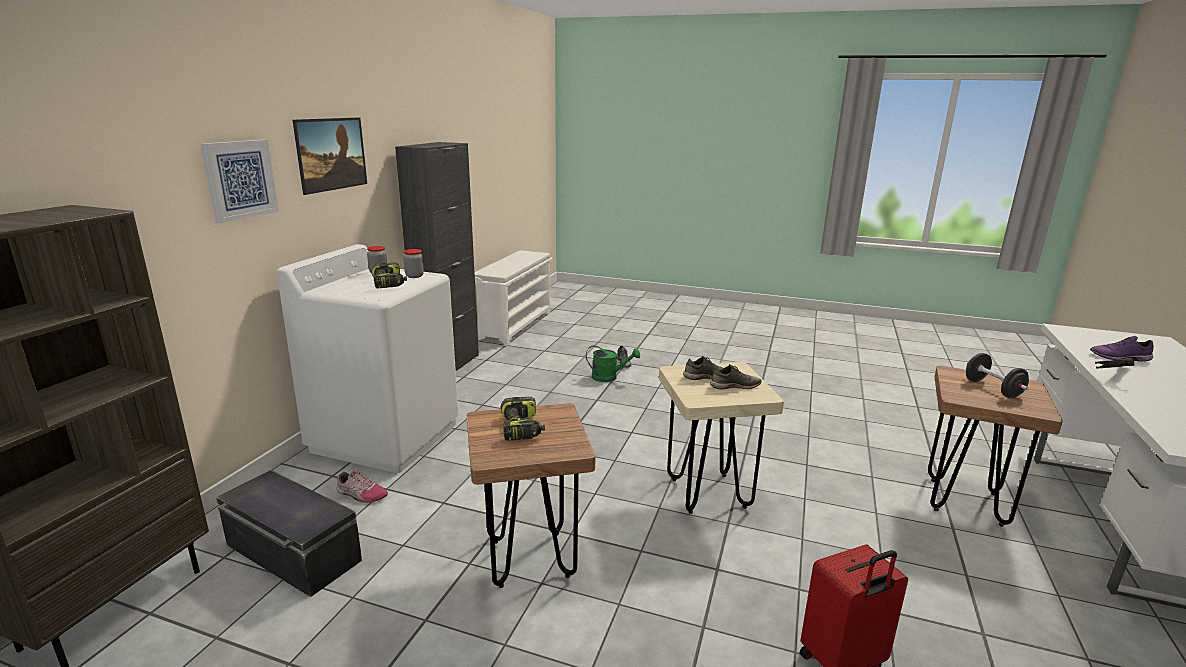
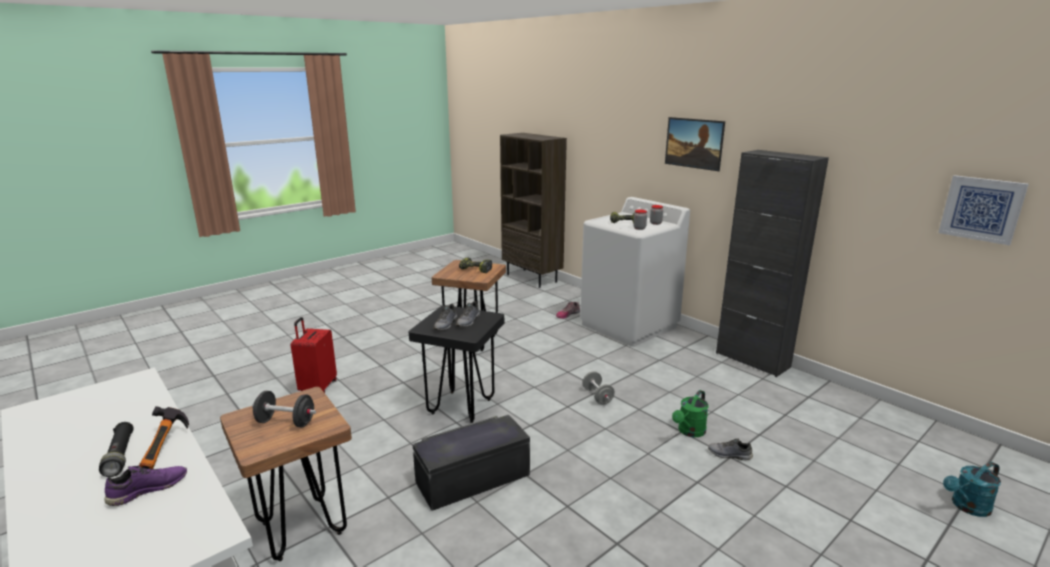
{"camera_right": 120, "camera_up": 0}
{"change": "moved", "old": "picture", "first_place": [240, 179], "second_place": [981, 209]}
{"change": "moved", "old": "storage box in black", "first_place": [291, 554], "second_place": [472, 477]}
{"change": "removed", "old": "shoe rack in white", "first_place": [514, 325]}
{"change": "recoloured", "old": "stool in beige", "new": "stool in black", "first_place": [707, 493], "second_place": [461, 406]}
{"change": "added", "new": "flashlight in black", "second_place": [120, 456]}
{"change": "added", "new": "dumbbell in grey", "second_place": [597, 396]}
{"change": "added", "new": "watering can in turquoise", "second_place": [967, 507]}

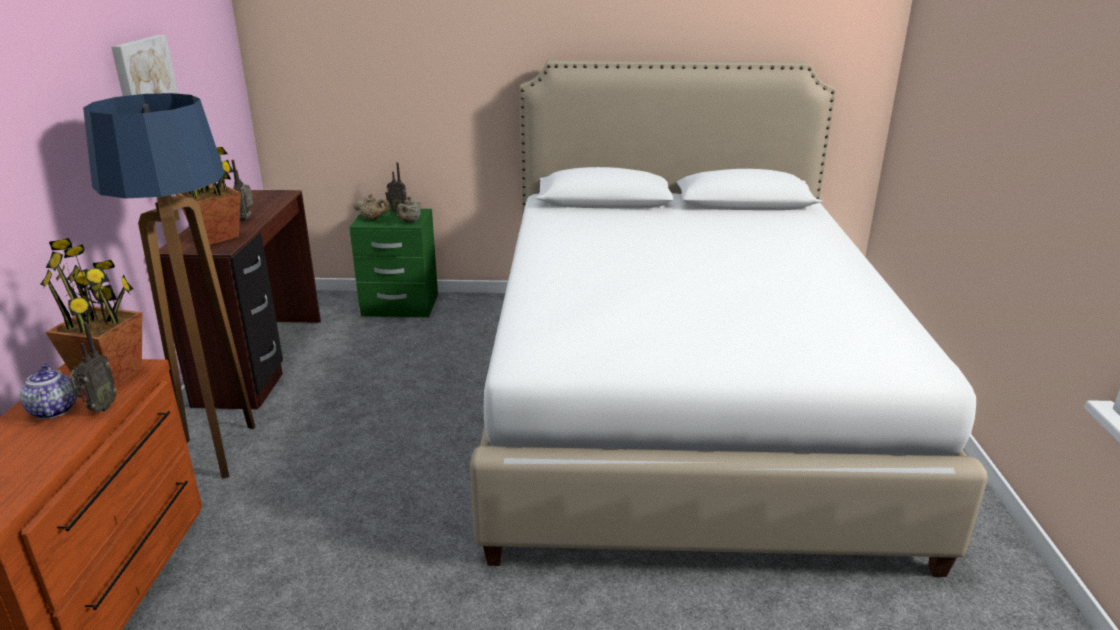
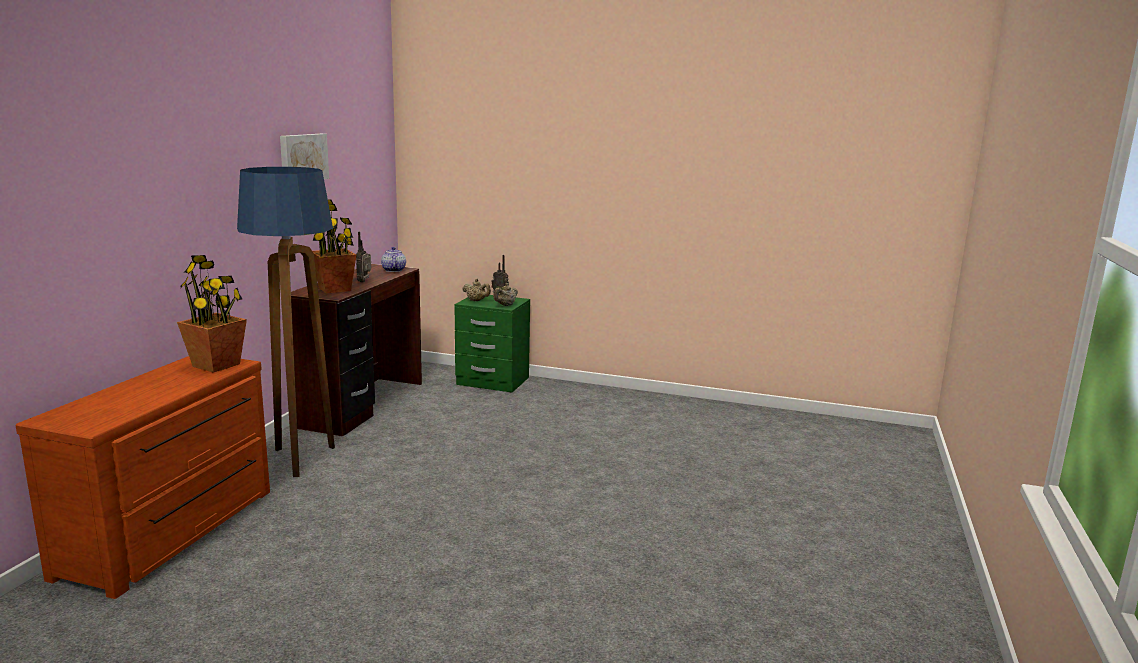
{"camera_right": 15, "camera_up": -10}
{"change": "moved", "old": "teapot", "first_place": [53, 410], "second_place": [393, 270]}
{"change": "removed", "old": "radio", "first_place": [99, 409]}
{"change": "removed", "old": "bed in white", "first_place": [680, 400]}

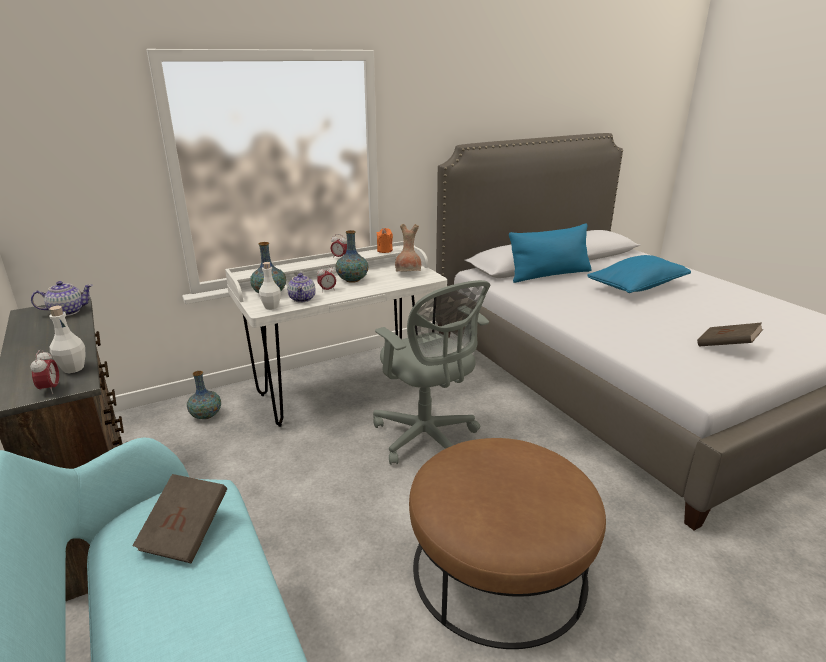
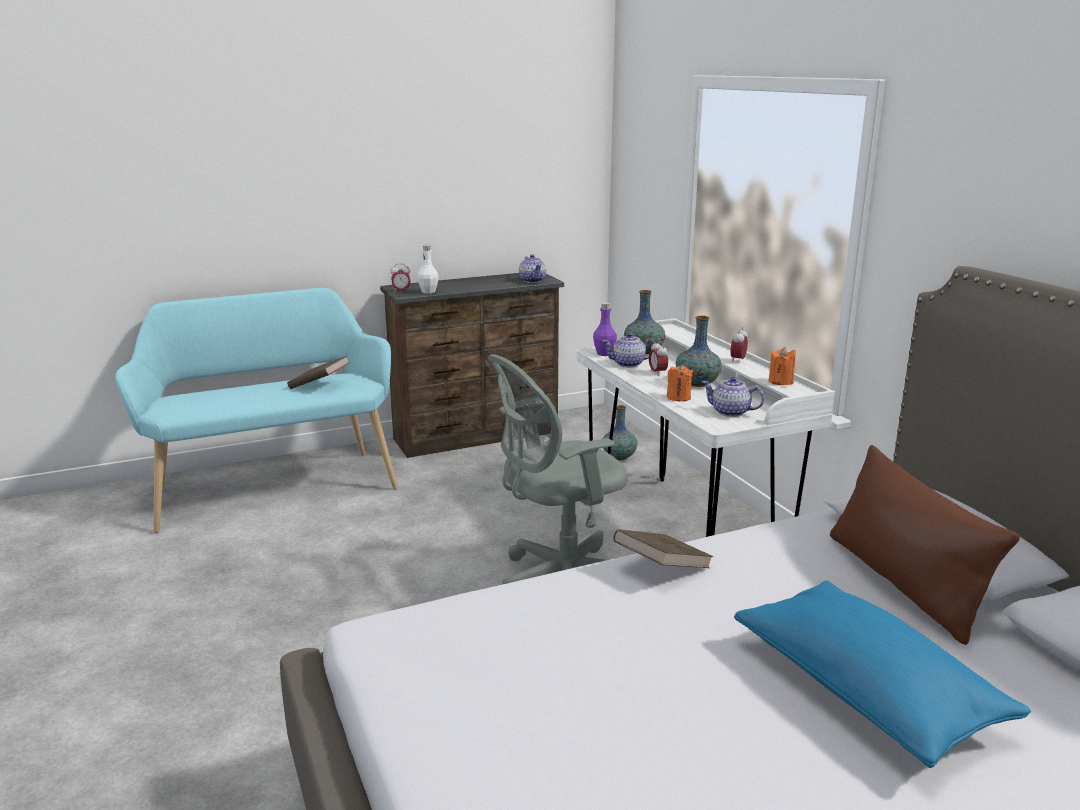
{"camera_right": 95, "camera_up": -5}
{"change": "recoloured", "old": "bottle in white", "new": "bottle in purple", "first_place": [271, 307], "second_place": [604, 354]}
{"change": "replaced", "old": "vase in brown", "new": "teapot", "first_place": [408, 273], "second_place": [731, 412]}
{"change": "removed", "old": "ottoman in brown", "first_place": [498, 569]}
{"change": "recoloured", "old": "pillow in blue", "new": "pillow in brown", "first_place": [549, 275], "second_place": [903, 583]}
{"change": "moved", "old": "book in brown", "first_place": [726, 346], "second_place": [661, 568]}
{"change": "added", "new": "candle in orange", "second_place": [678, 397]}

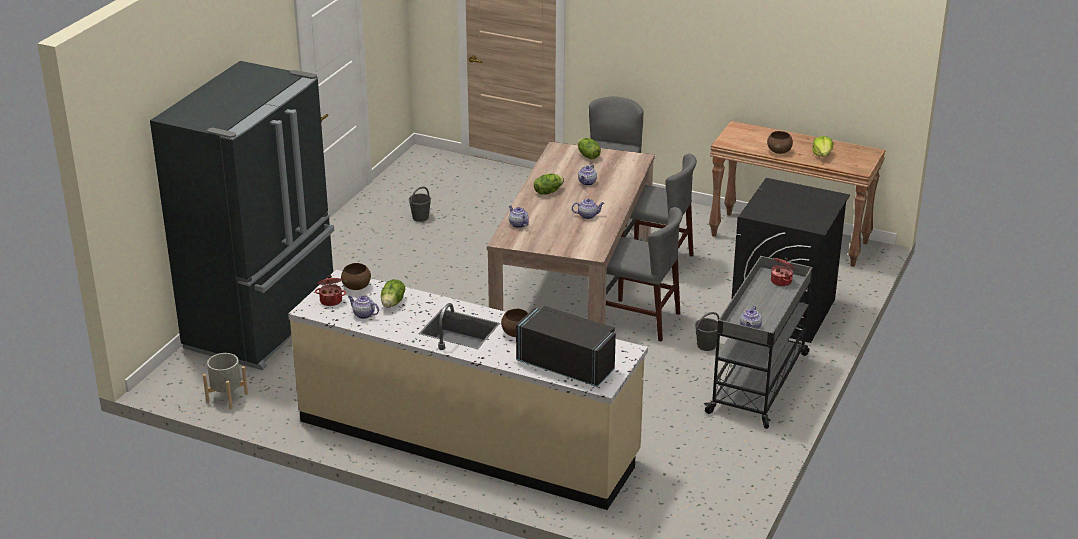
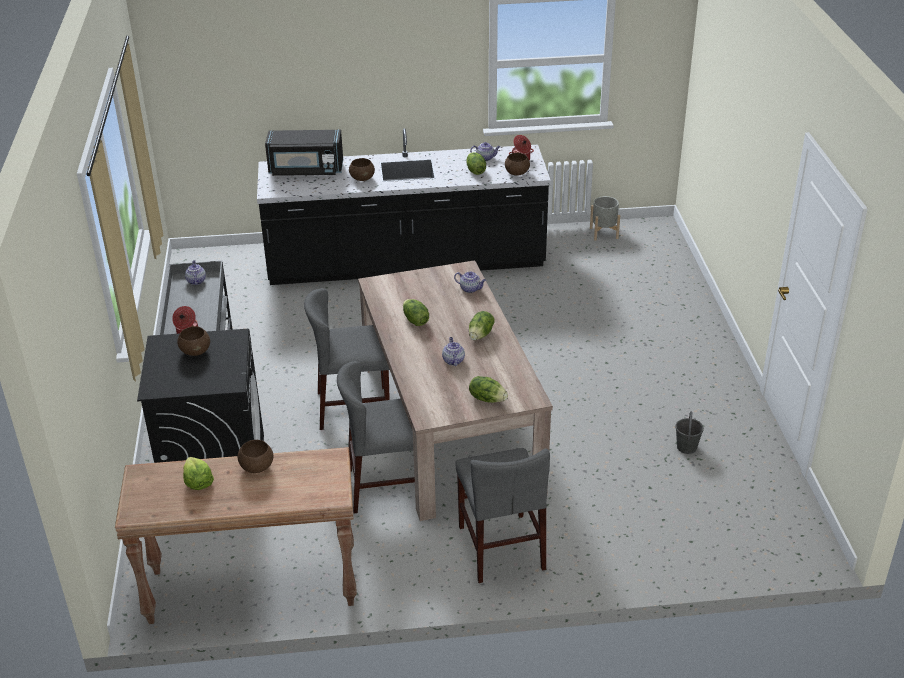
{"camera_right": 150, "camera_up": 5}
{"change": "removed", "old": "fridge in black", "first_place": [264, 324]}
{"change": "recoloured", "old": "counter in beige", "new": "counter in black", "first_place": [468, 439], "second_place": [406, 263]}
{"change": "replaced", "old": "teapot", "new": "lettuce", "first_place": [588, 215], "second_place": [415, 320]}
{"change": "removed", "old": "bucket in grey", "first_place": [706, 346]}
{"change": "added", "new": "bowl in brown", "second_place": [196, 351]}

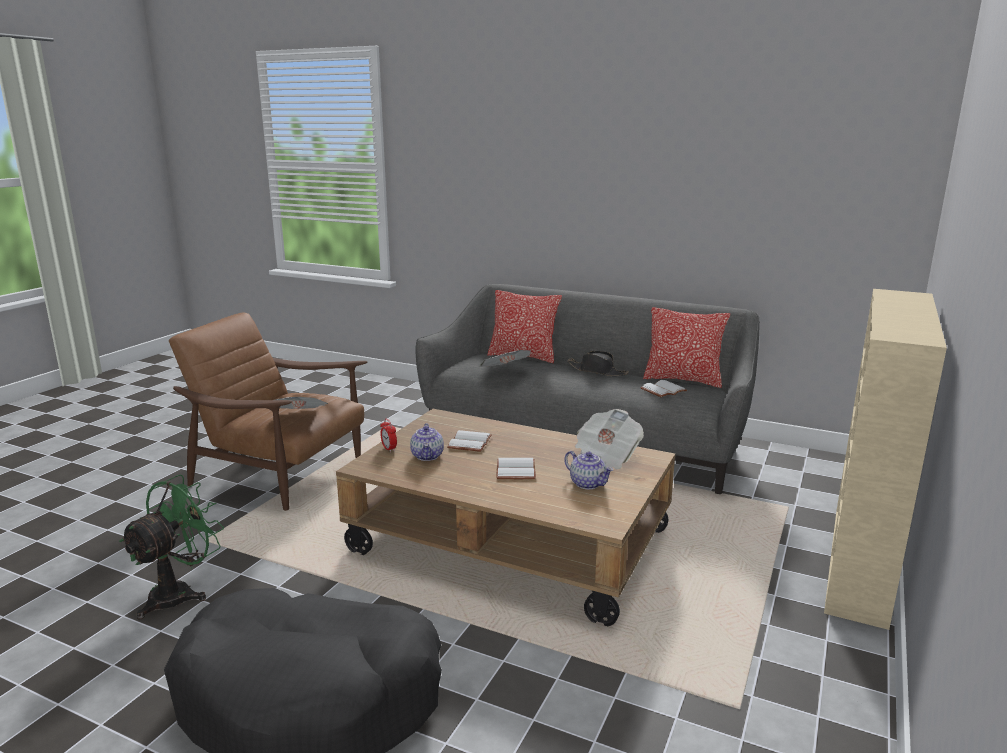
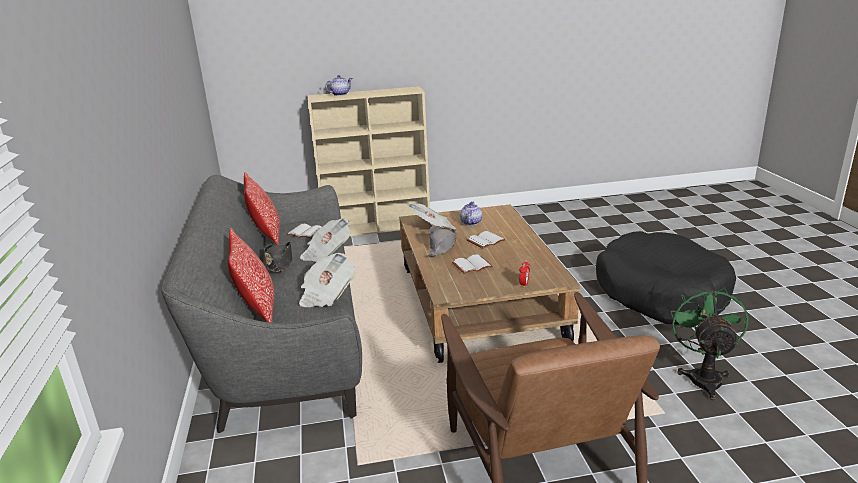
{"camera_right": -125, "camera_up": 5}
{"change": "turned", "old": "fan in green", "first_place": [180, 593], "second_place": [703, 376], "degrees": 105}
{"change": "moved", "old": "newspaper", "first_place": [299, 419], "second_place": [326, 253]}
{"change": "moved", "old": "teapot", "first_place": [428, 456], "second_place": [340, 94]}
{"change": "added", "new": "hat in grey", "second_place": [442, 246]}

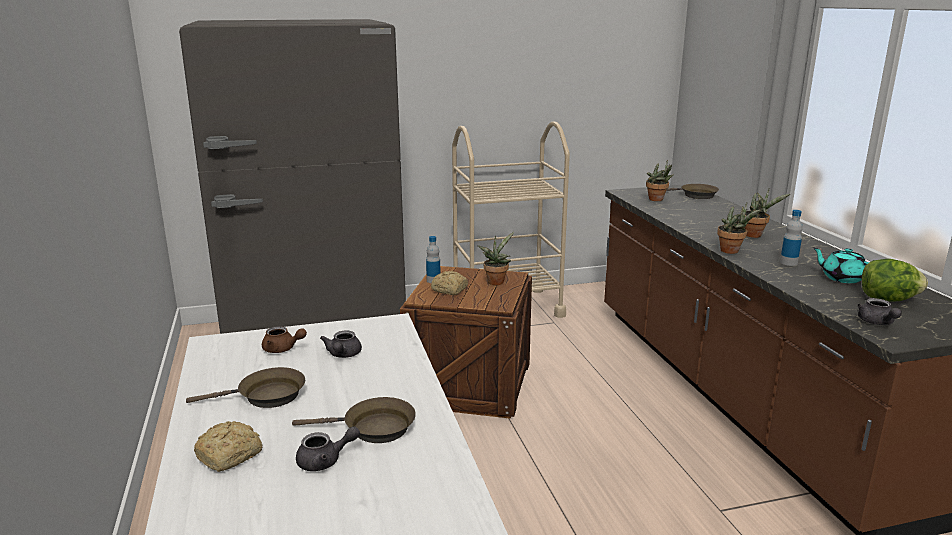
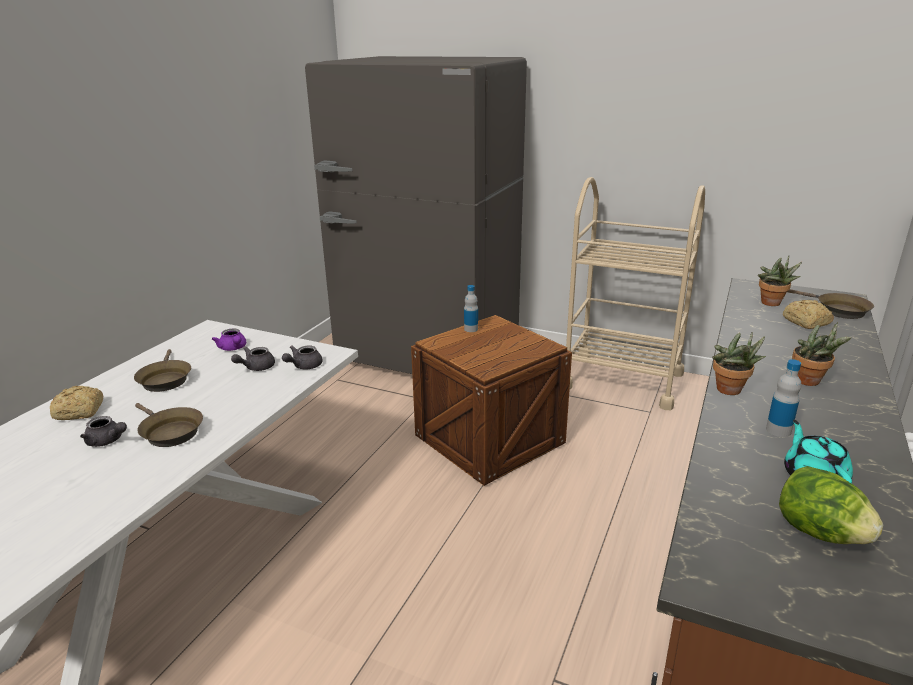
{"camera_right": 40, "camera_up": 5}
{"change": "turned", "old": "frying pan in brown", "first_place": [266, 396], "second_place": [165, 379], "degrees": 45}
{"change": "recoloured", "old": "teapot in brown", "new": "teapot in purple", "first_place": [282, 349], "second_place": [233, 348]}
{"change": "moved", "old": "bread", "first_place": [450, 290], "second_place": [806, 322]}
{"change": "removed", "old": "potted plant", "first_place": [496, 281]}
{"change": "moved", "old": "teapot in grey", "first_place": [877, 323], "second_place": [303, 366]}

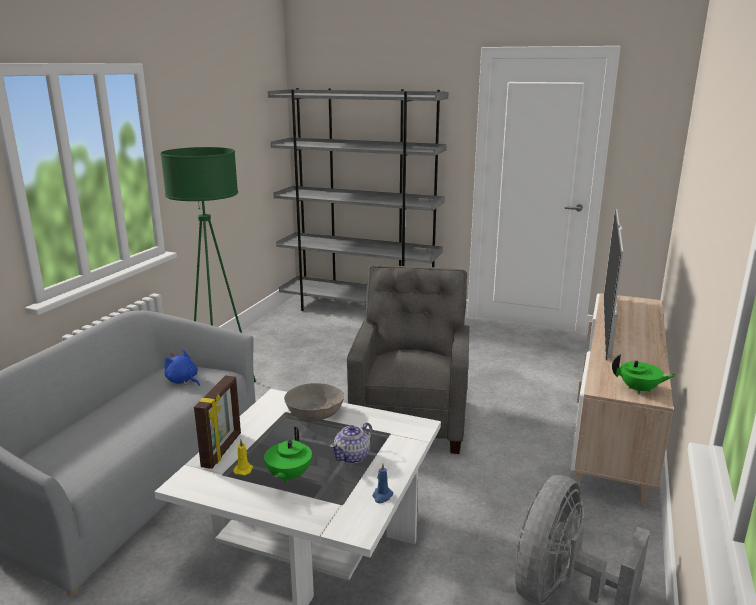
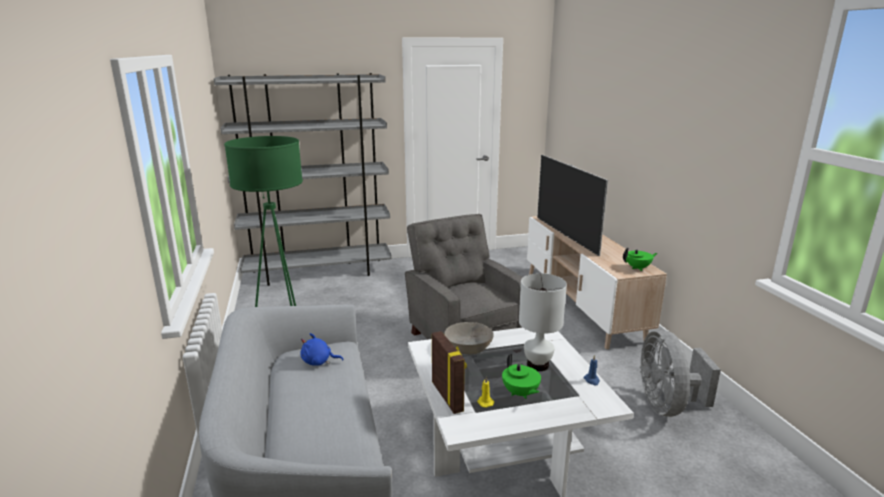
{"camera_right": -35, "camera_up": 0}
{"change": "replaced", "old": "teapot", "new": "table lamp in white", "first_place": [352, 456], "second_place": [538, 365]}

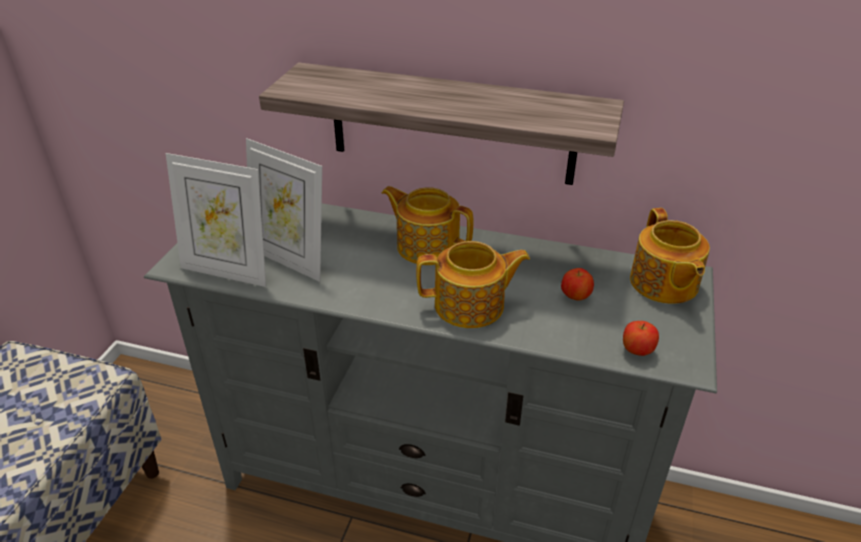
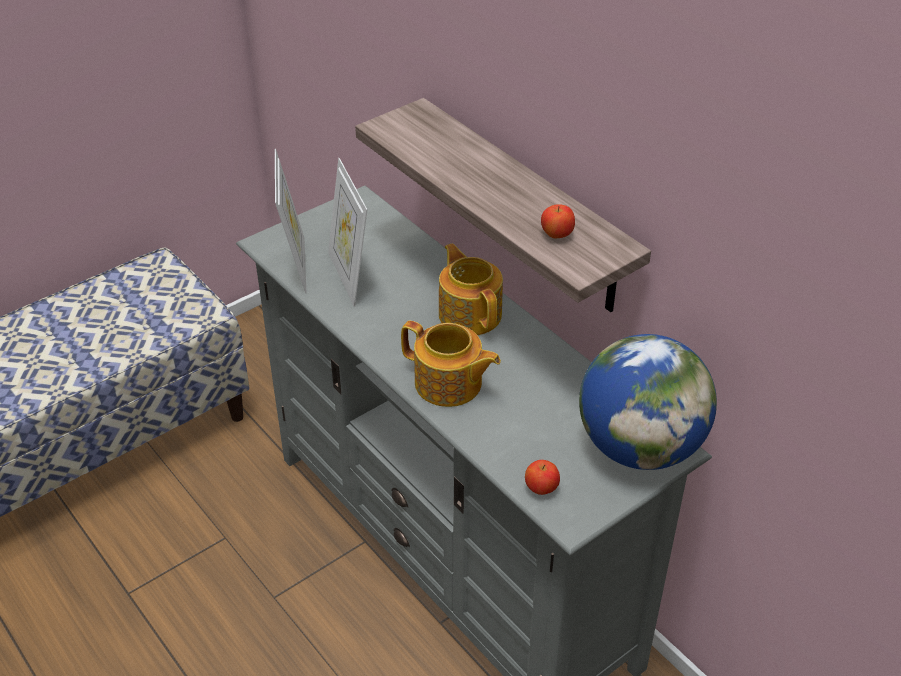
{"camera_right": 35, "camera_up": 5}
{"change": "turned", "old": "picture frame", "first_place": [228, 271], "second_place": [295, 265], "degrees": -150}
{"change": "moved", "old": "apple", "first_place": [575, 297], "second_place": [556, 235]}
{"change": "replaced", "old": "teapot", "new": "globe", "first_place": [663, 284], "second_place": [639, 447]}

